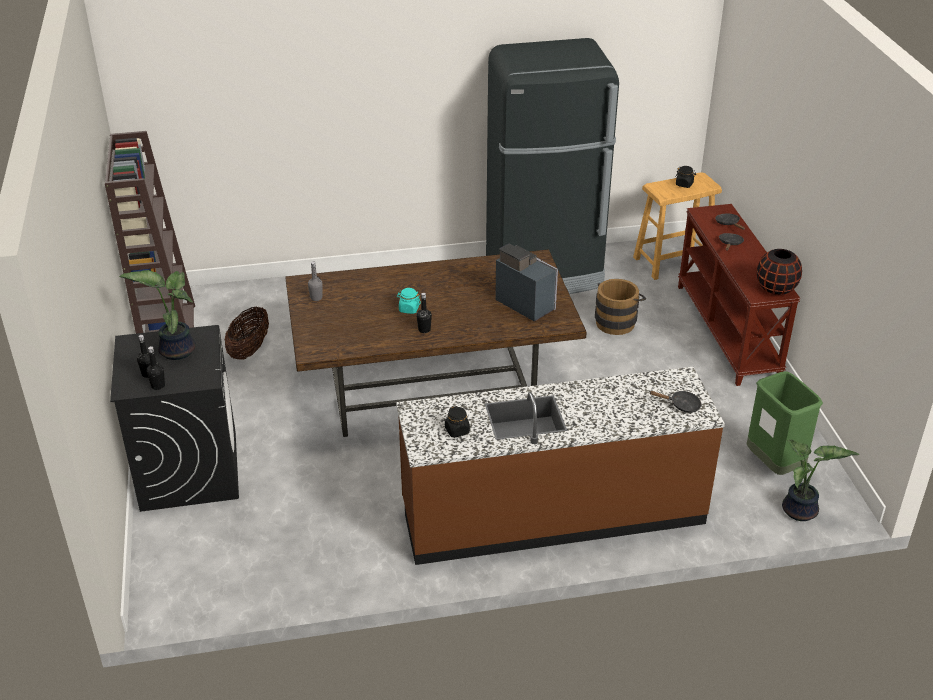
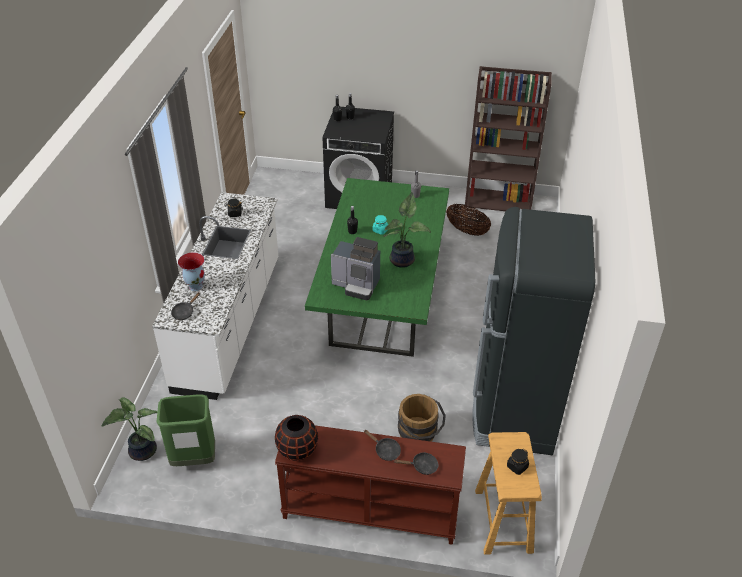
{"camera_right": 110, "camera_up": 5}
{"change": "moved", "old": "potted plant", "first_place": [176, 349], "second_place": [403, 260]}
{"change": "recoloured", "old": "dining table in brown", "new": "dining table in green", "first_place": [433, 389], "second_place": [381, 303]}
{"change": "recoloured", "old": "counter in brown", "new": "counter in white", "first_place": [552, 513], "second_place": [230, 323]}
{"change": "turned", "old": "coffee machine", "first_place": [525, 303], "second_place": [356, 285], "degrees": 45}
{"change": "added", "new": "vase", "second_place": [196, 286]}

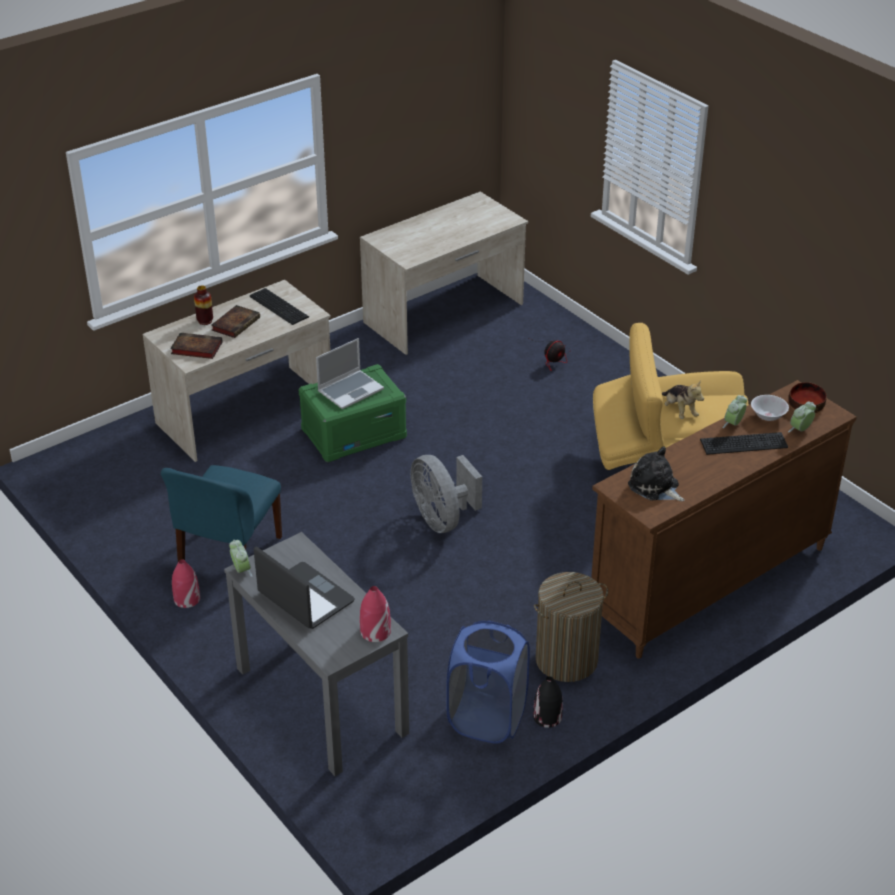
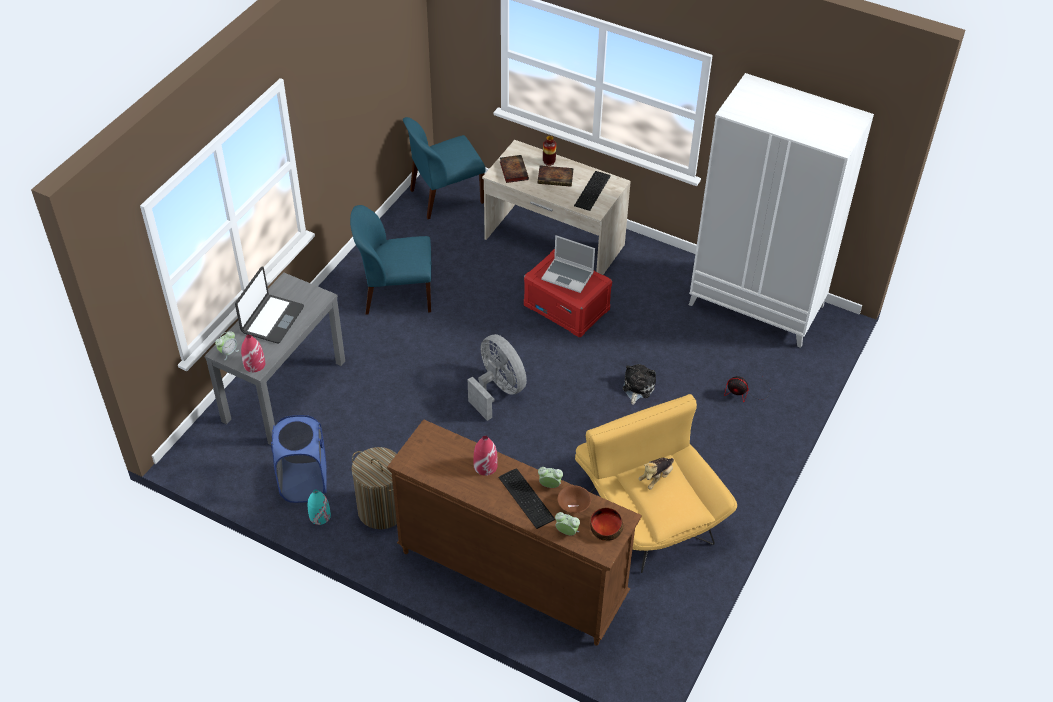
{"camera_right": 65, "camera_up": 10}
{"change": "moved", "old": "vase in red", "first_place": [186, 599], "second_place": [485, 466]}
{"change": "moved", "old": "alarm clock", "first_place": [241, 570], "second_place": [228, 352]}
{"change": "recoloured", "old": "storage box in green", "new": "storage box in red", "first_place": [354, 433], "second_place": [567, 307]}
{"change": "replaced", "old": "desk in beige", "new": "wardrobe in white", "first_place": [444, 314], "second_place": [757, 305]}
{"change": "turned", "old": "fan in grey", "first_place": [442, 519], "second_place": [497, 390], "degrees": 105}
{"change": "recoloured", "old": "vase in black", "new": "vase in turquoise", "first_place": [547, 717], "second_place": [319, 516]}
{"change": "moved", "old": "plush toy", "first_place": [655, 487], "second_place": [637, 387]}
{"change": "recoloured", "old": "bowl in white", "new": "bowl in brown", "first_place": [767, 416], "second_place": [573, 506]}
{"change": "added", "new": "chair in blue", "second_place": [445, 197]}

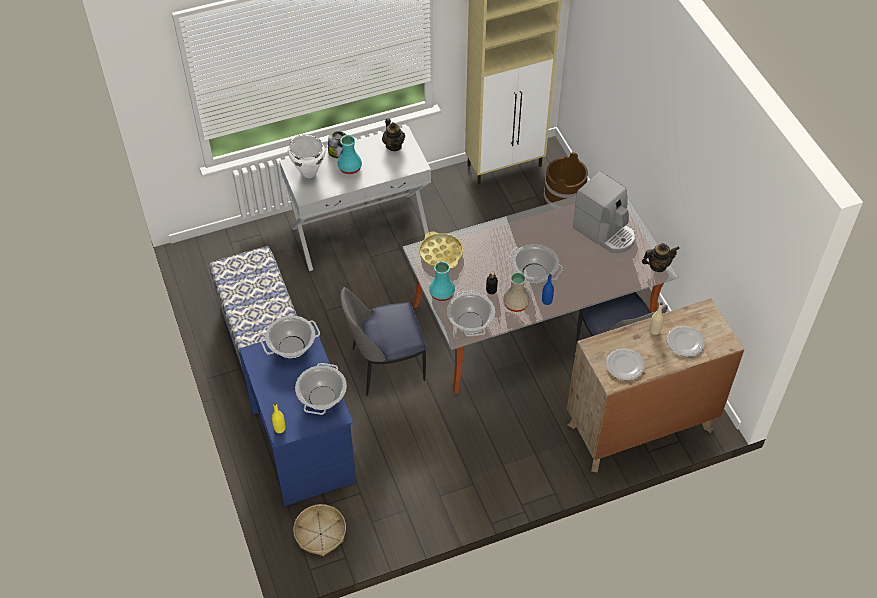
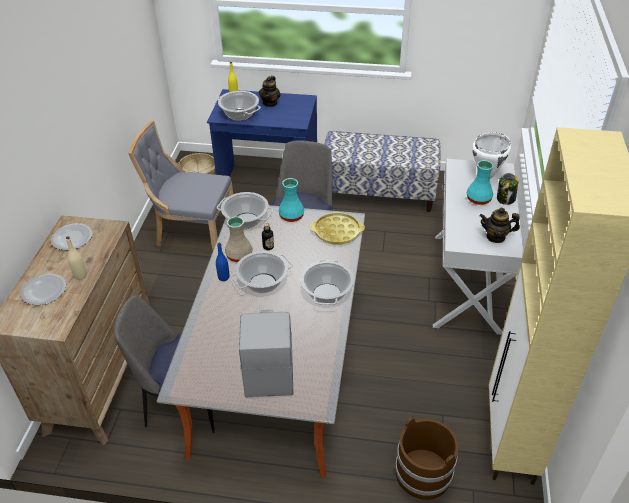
{"camera_right": 120, "camera_up": -10}
{"change": "moved", "old": "cooking pot", "first_place": [292, 346], "second_place": [327, 294]}
{"change": "turned", "old": "coffee machine", "first_place": [605, 232], "second_place": [268, 366], "degrees": 105}
{"change": "moved", "old": "teapot", "first_place": [658, 266], "second_place": [270, 103]}
{"change": "added", "new": "chair in grey", "second_place": [192, 234]}

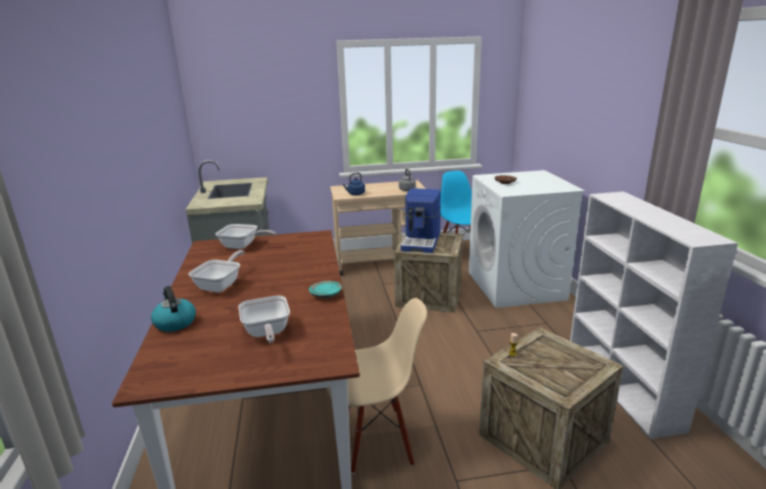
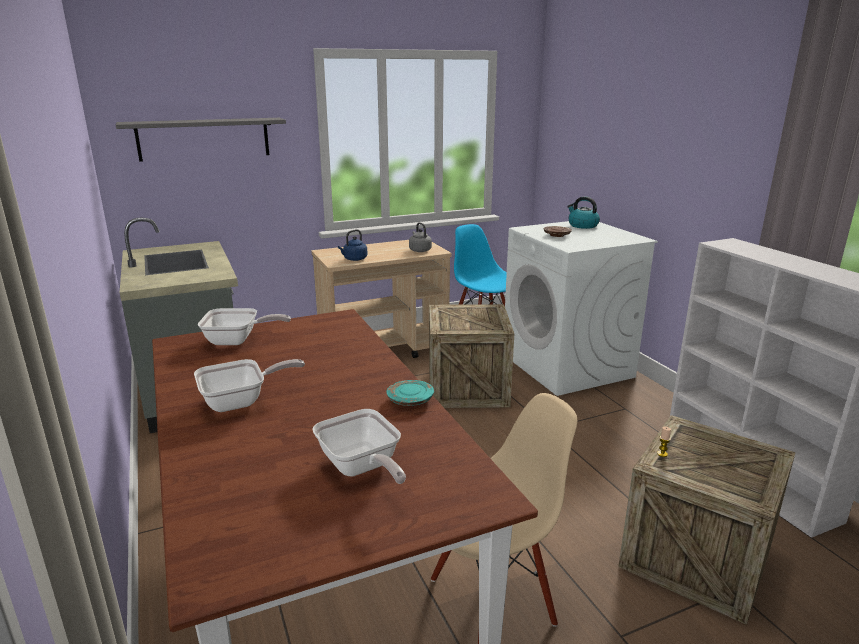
{"camera_right": -15, "camera_up": 0}
{"change": "moved", "old": "kettle", "first_place": [175, 322], "second_place": [582, 225]}
{"change": "turned", "old": "frying pan", "first_place": [221, 285], "second_place": [241, 401], "degrees": 60}
{"change": "removed", "old": "coffee machine", "first_place": [422, 241]}
{"change": "added", "new": "shelf in grey", "second_place": [204, 139]}

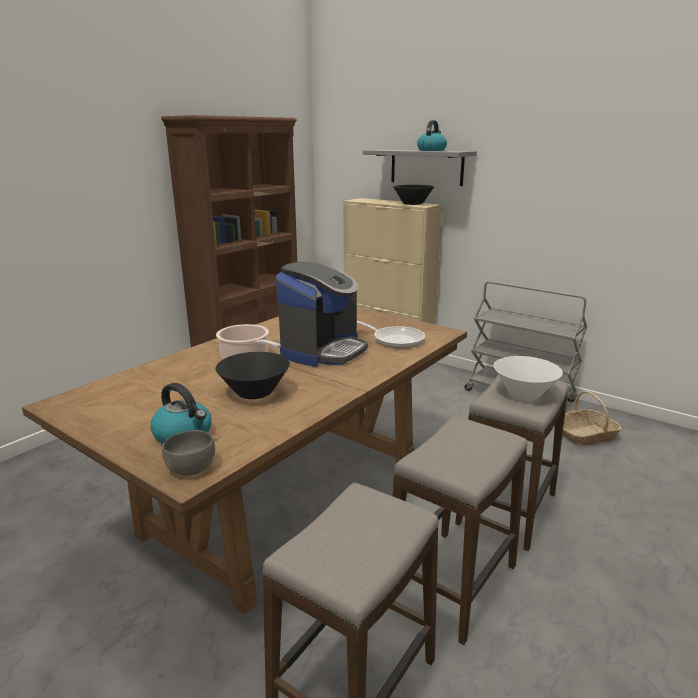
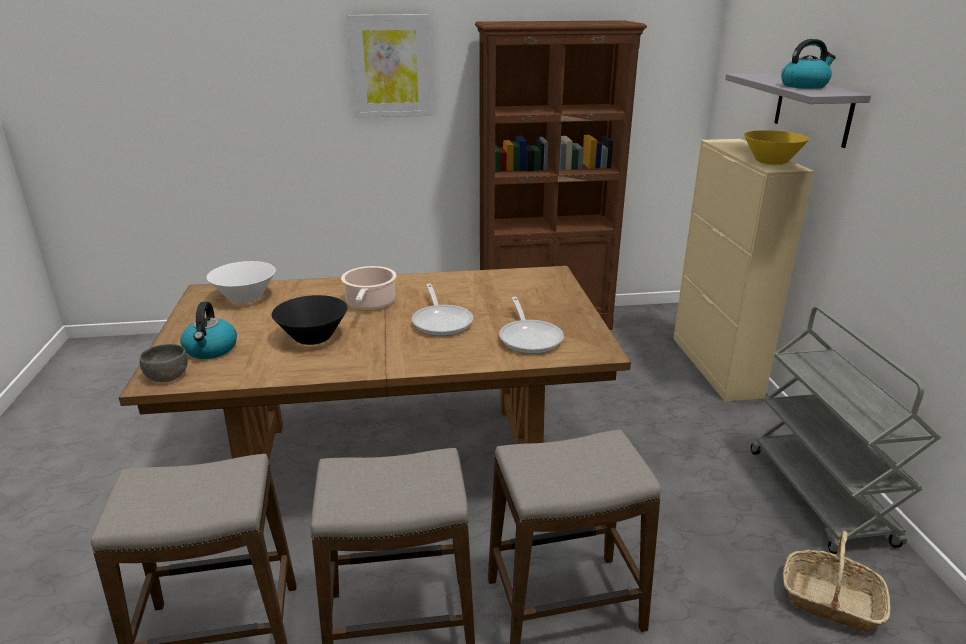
{"camera_right": 45, "camera_up": 5}
{"change": "replaced", "old": "coffee machine", "new": "frying pan", "first_place": [323, 350], "second_place": [442, 321]}
{"change": "recoloured", "old": "bowl in black", "new": "bowl in yellow", "first_place": [412, 204], "second_place": [771, 162]}
{"change": "moved", "old": "bowl in white", "first_place": [524, 393], "second_place": [246, 298]}
{"change": "added", "new": "picture", "second_place": [391, 66]}

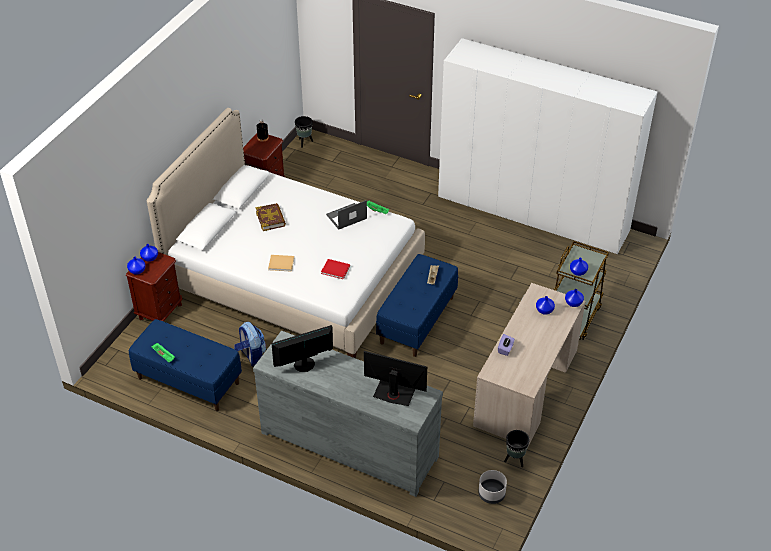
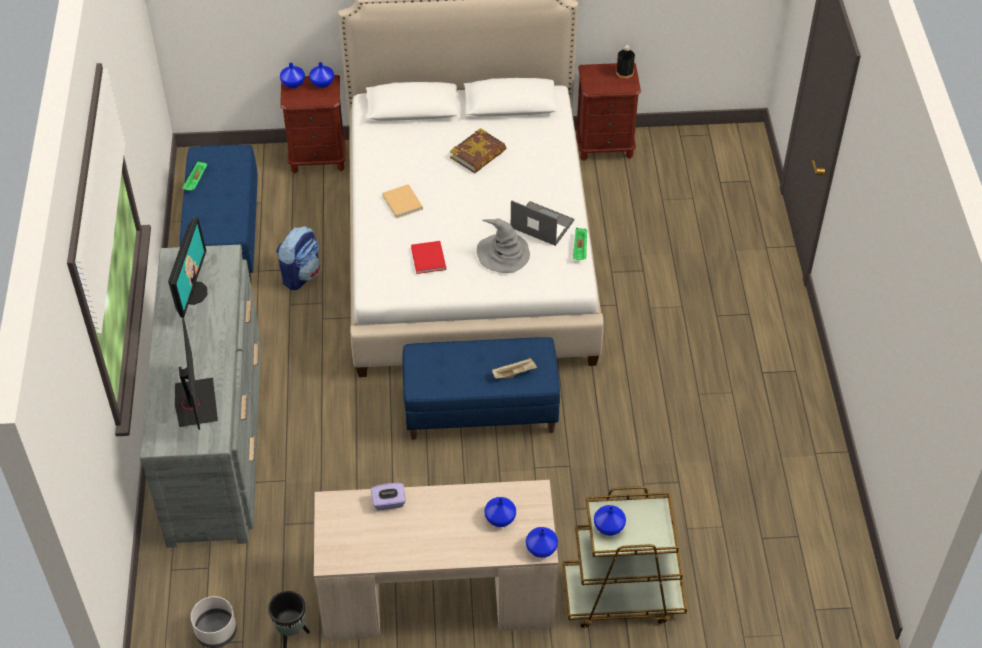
{"camera_right": 60, "camera_up": 5}
{"change": "turned", "old": "monitor", "first_place": [304, 365], "second_place": [192, 293], "degrees": 60}
{"change": "removed", "old": "planter in black", "first_place": [304, 142]}
{"change": "removed", "old": "wardrobe in white", "first_place": [533, 213]}
{"change": "added", "new": "hat in grey", "second_place": [503, 254]}

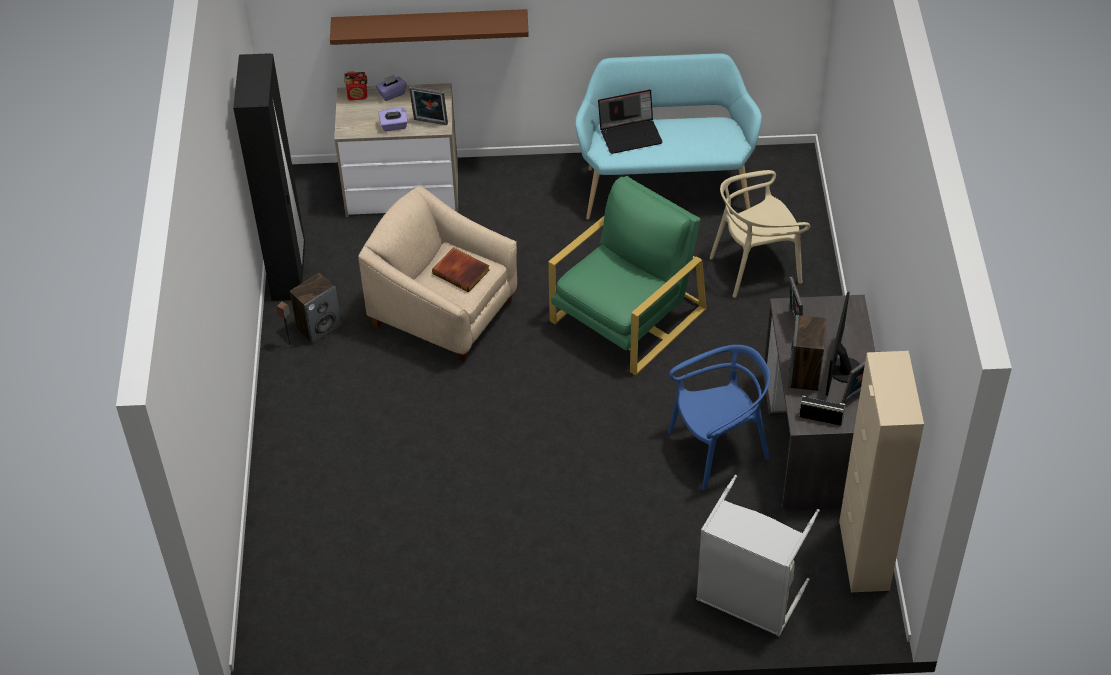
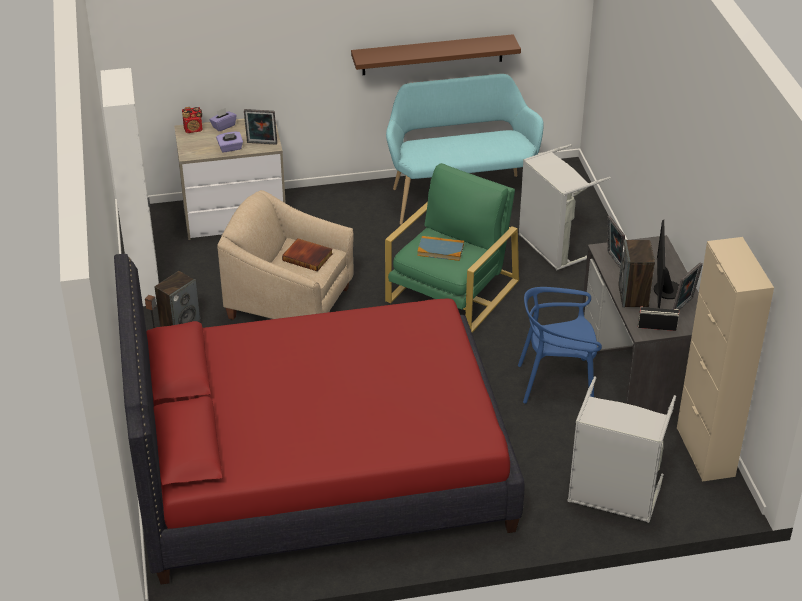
{"camera_right": -10, "camera_up": -10}
{"change": "recoloured", "old": "wardrobe in black", "new": "wardrobe in white", "first_place": [289, 273], "second_place": [145, 285]}
{"change": "moved", "old": "shelf in brown", "first_place": [430, 26], "second_place": [432, 55]}
{"change": "removed", "old": "laptop", "first_place": [631, 134]}
{"change": "turned", "old": "chair in blue", "first_place": [718, 449], "second_place": [556, 383], "degrees": -150}
{"change": "replaced", "old": "chair in beige", "new": "laundry basket in grey", "first_place": [755, 267], "second_place": [552, 247]}
{"change": "added", "new": "bed in red", "second_place": [320, 468]}
{"change": "added", "new": "book", "second_place": [440, 250]}

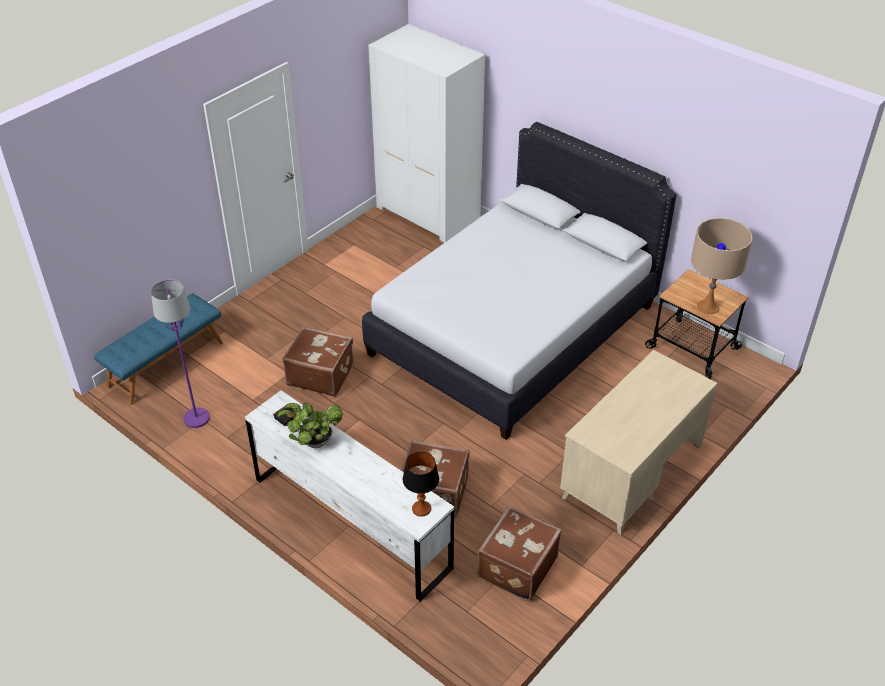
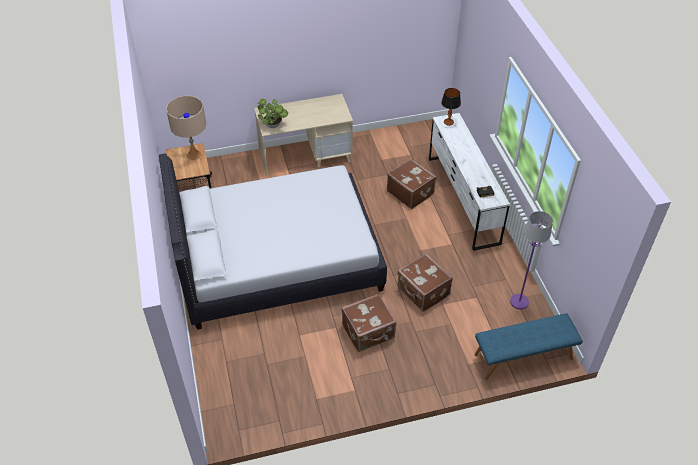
{"camera_right": -145, "camera_up": 5}
{"change": "moved", "old": "potted plant", "first_place": [313, 442], "second_place": [274, 125]}
{"change": "removed", "old": "wardrobe in white", "first_place": [429, 213]}
{"change": "moved", "old": "suitcase in brown", "first_place": [516, 567], "second_place": [369, 332]}

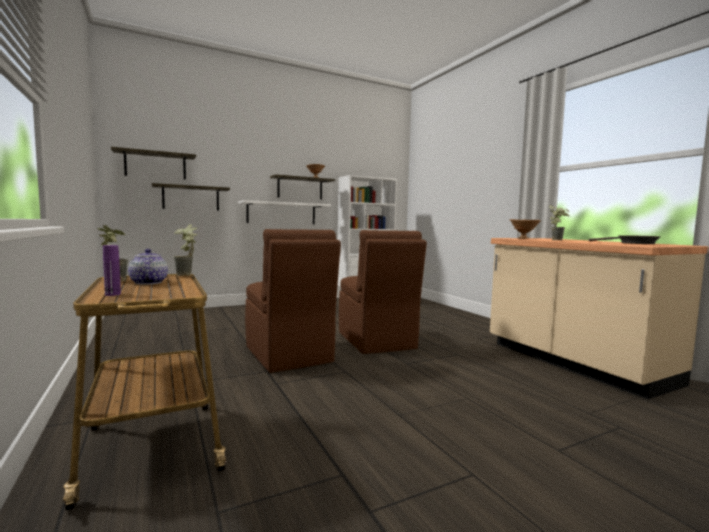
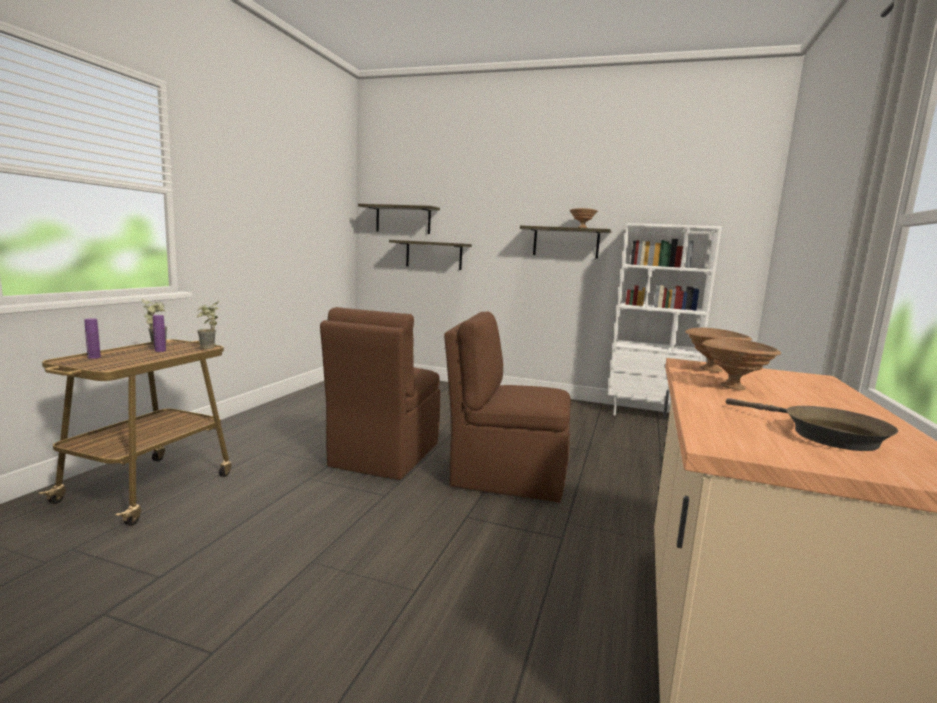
{"camera_right": 45, "camera_up": 5}
{"change": "replaced", "old": "teapot", "new": "bottle in purple", "first_place": [148, 282], "second_place": [160, 350]}
{"change": "removed", "old": "shelf in white", "first_place": [281, 213]}
{"change": "turned", "old": "chair in brown", "first_place": [376, 341], "second_place": [505, 476], "degrees": 75}
{"change": "replaced", "old": "potted plant", "new": "bowl in brown", "first_place": [558, 240], "second_place": [734, 387]}

